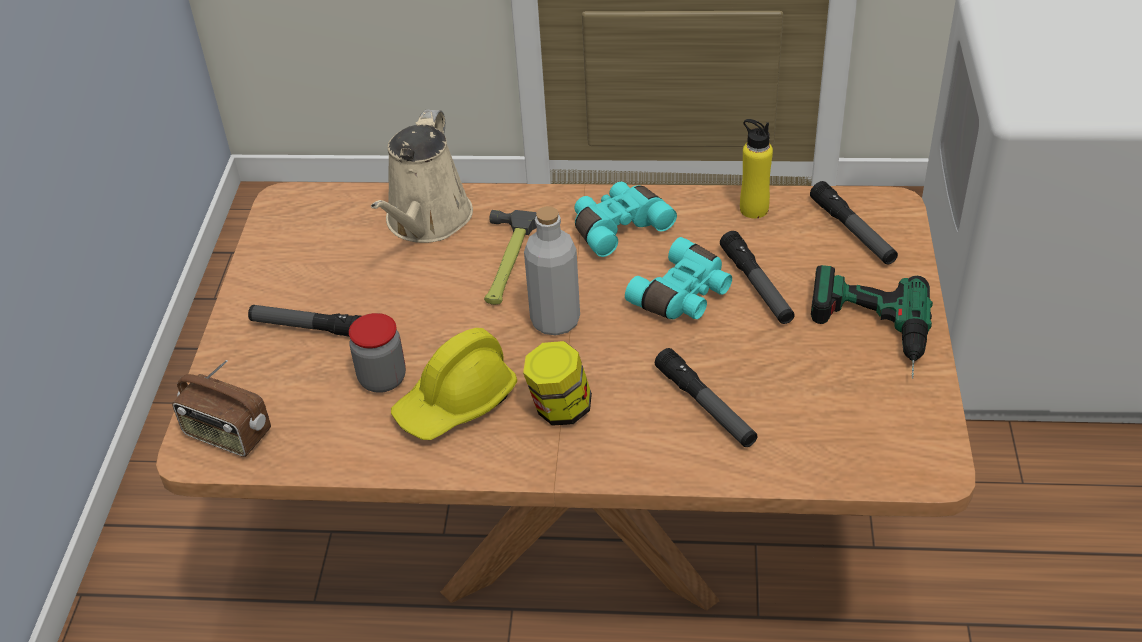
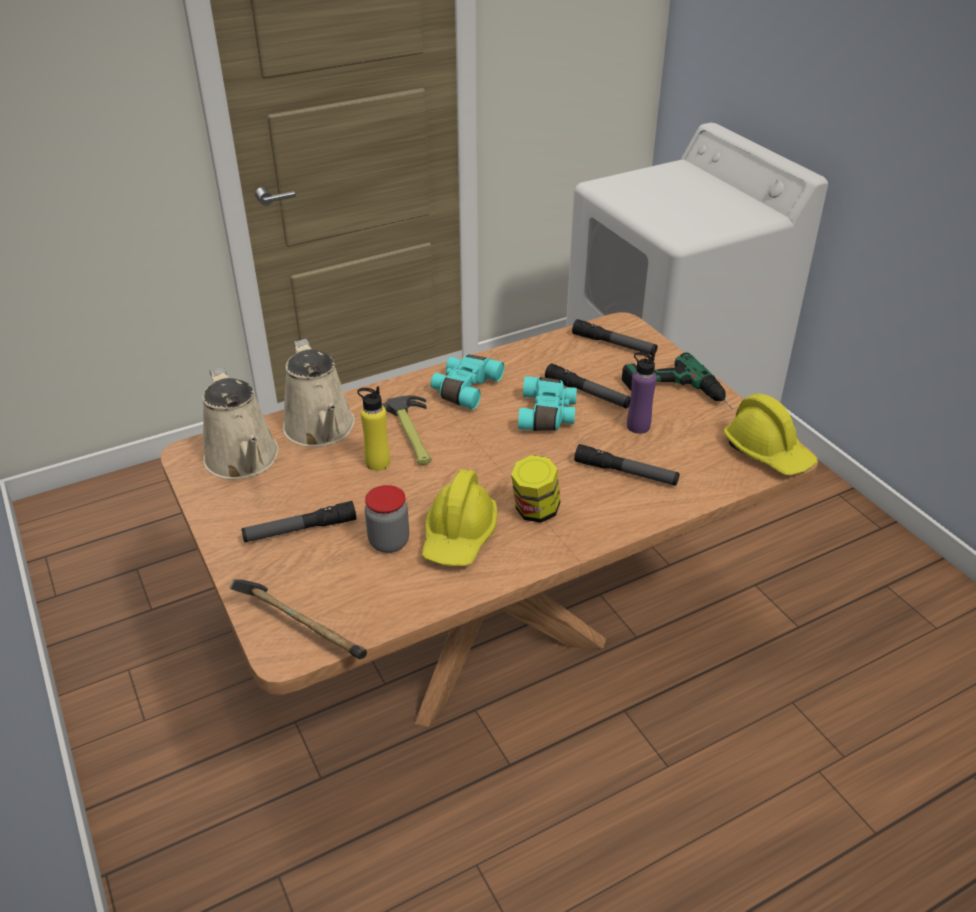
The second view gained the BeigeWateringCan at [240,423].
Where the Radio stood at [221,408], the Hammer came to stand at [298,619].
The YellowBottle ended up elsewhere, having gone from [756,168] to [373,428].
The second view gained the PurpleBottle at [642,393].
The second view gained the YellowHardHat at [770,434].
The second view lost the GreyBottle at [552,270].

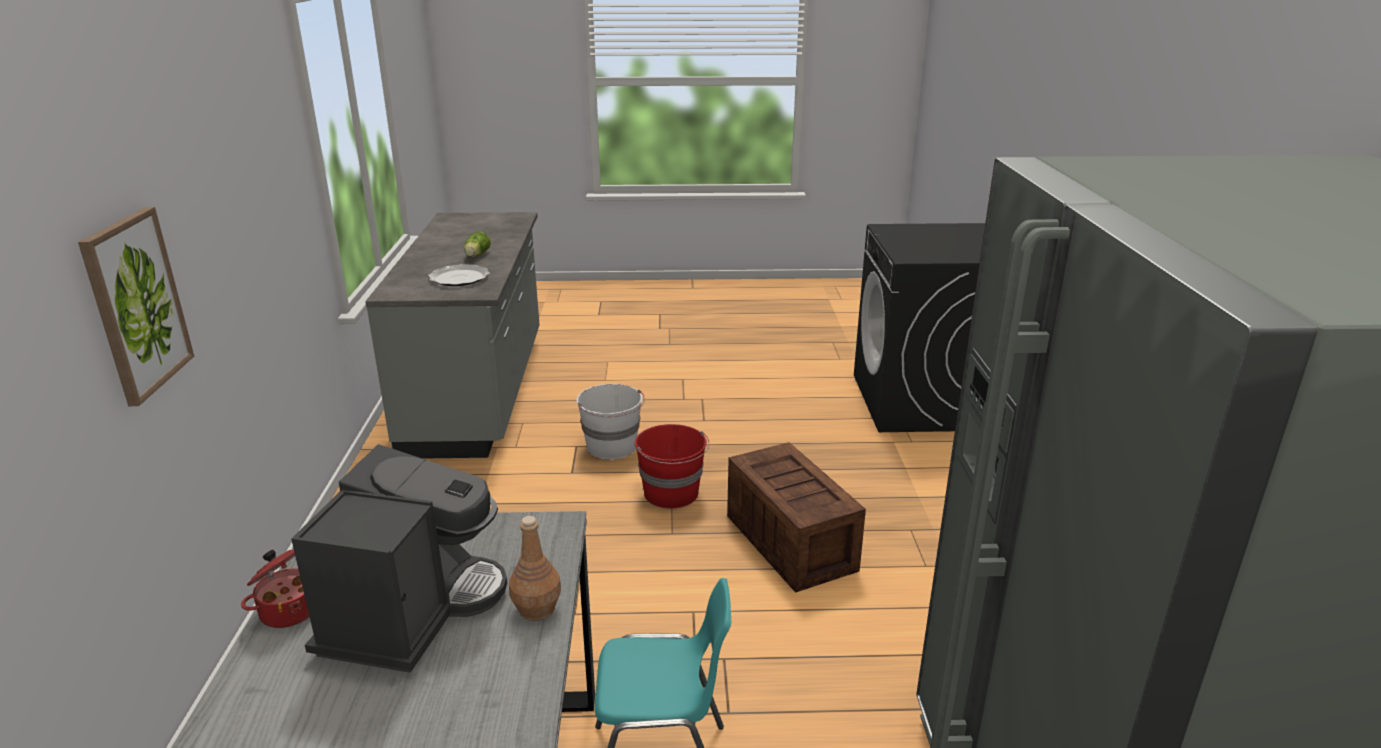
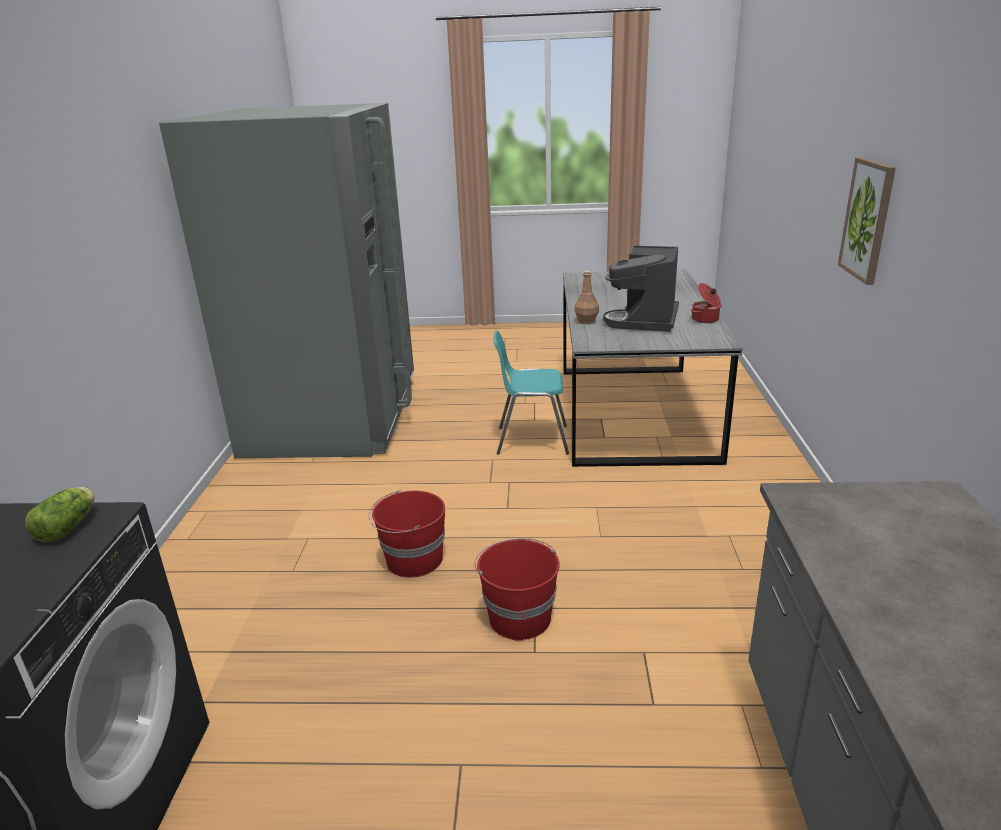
The Lettuce ended up elsewhere, having gone from [477,244] to [60,514].
Where the Crate stood at [796,517], the RedBucket came to stand at [407,534].
The second view lost the Plate at [459,275].
The second view lost the WhiteBucket at [611,422].

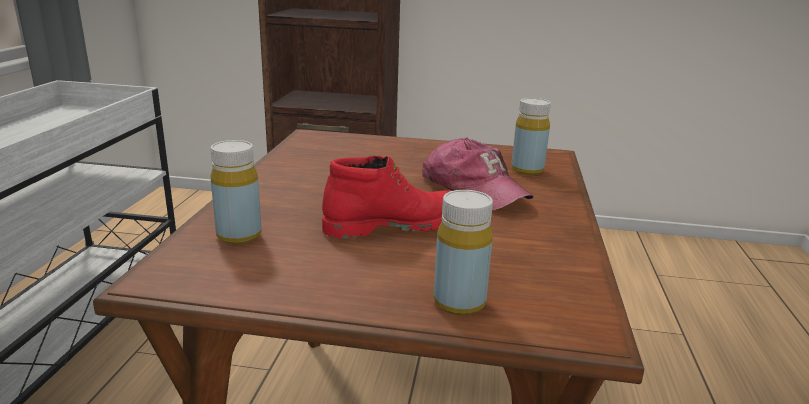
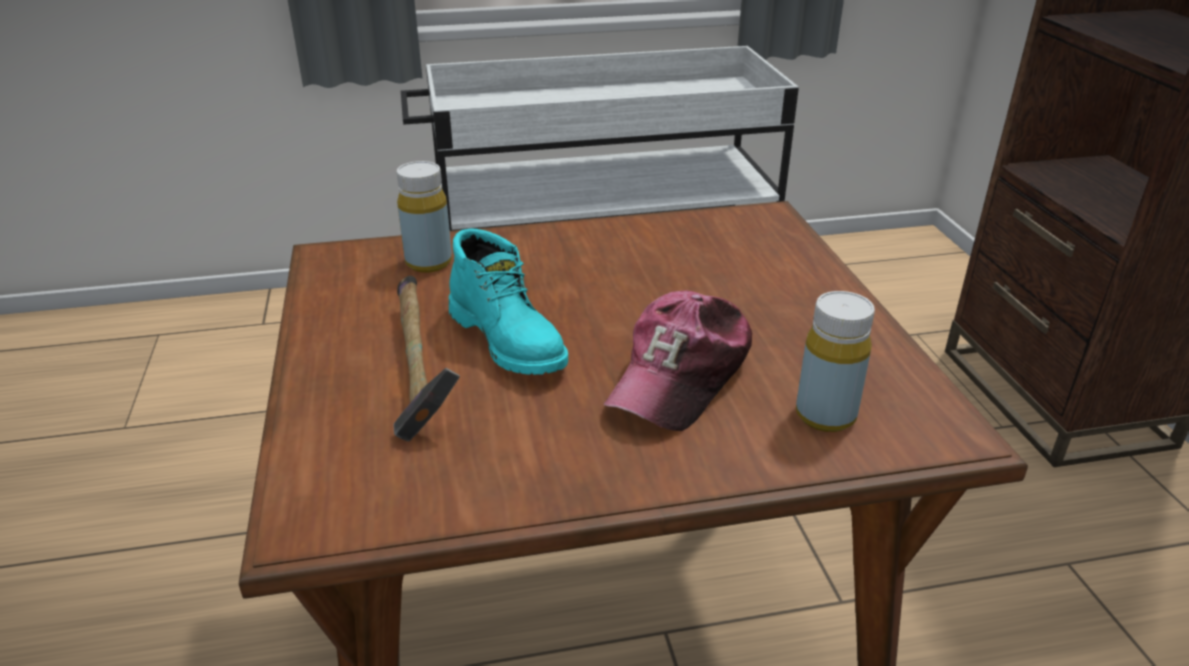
The second view gained the Hammer at [426,359].
What was the RedBoot at [386,196] turned into the TurquoiseBoot at [508,301].
The second view lost the YellowBottle at [463,252].

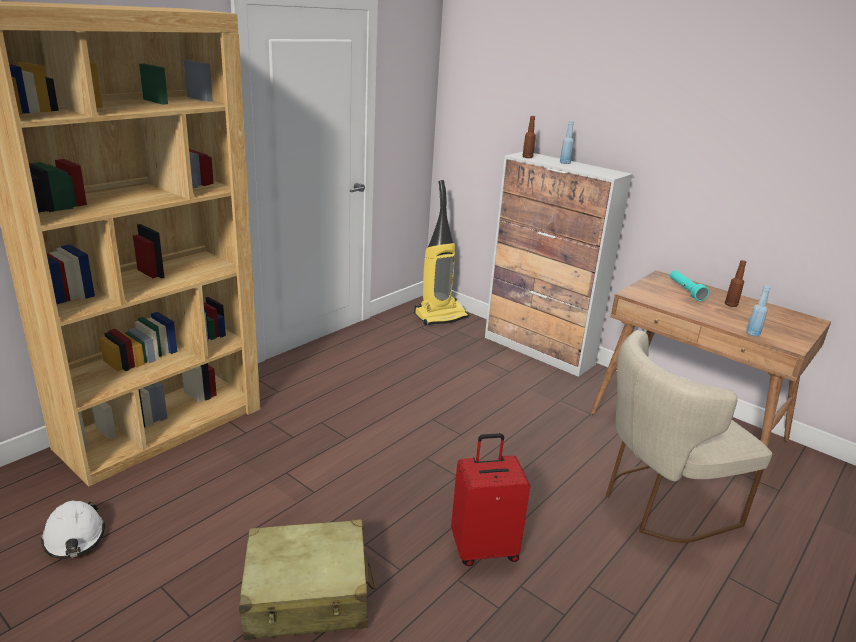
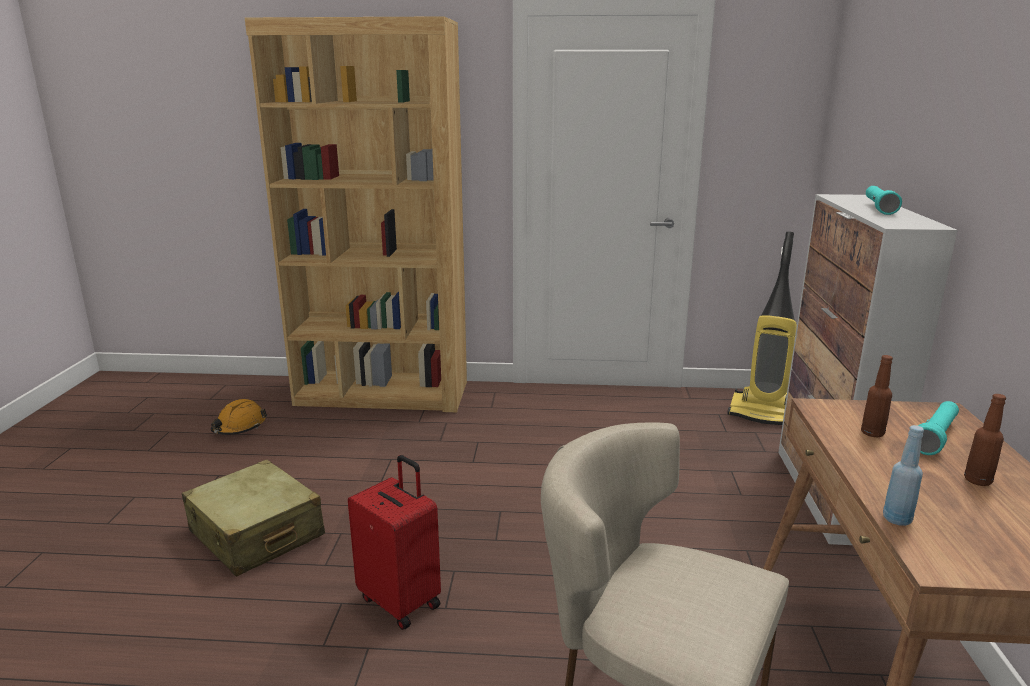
What was the WhiteHardHat at [73,530] turned into the OrangeHardHat at [239,417].
The BrownBottle ended up elsewhere, having gone from [529,137] to [877,396].
Where the BlueBottle stood at [567,142], the TurquoiseFlashlight came to stand at [884,200].

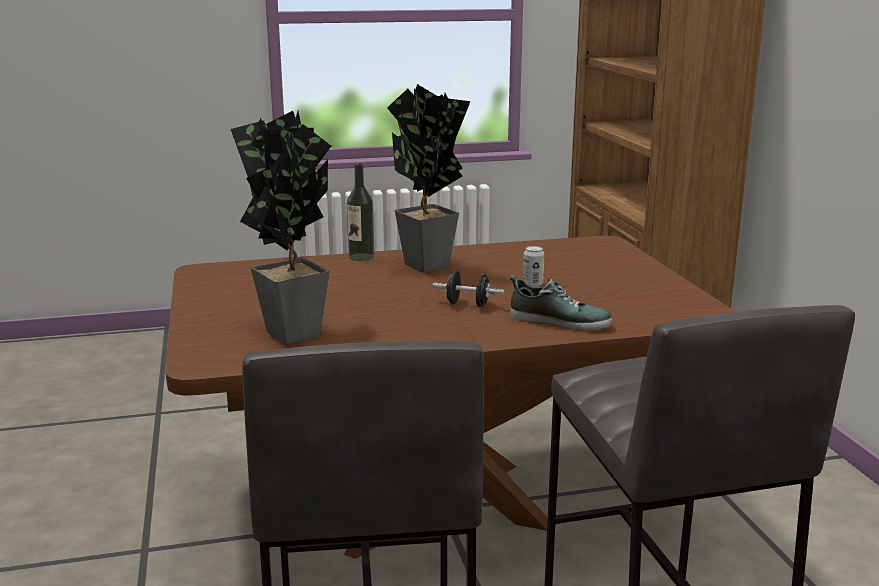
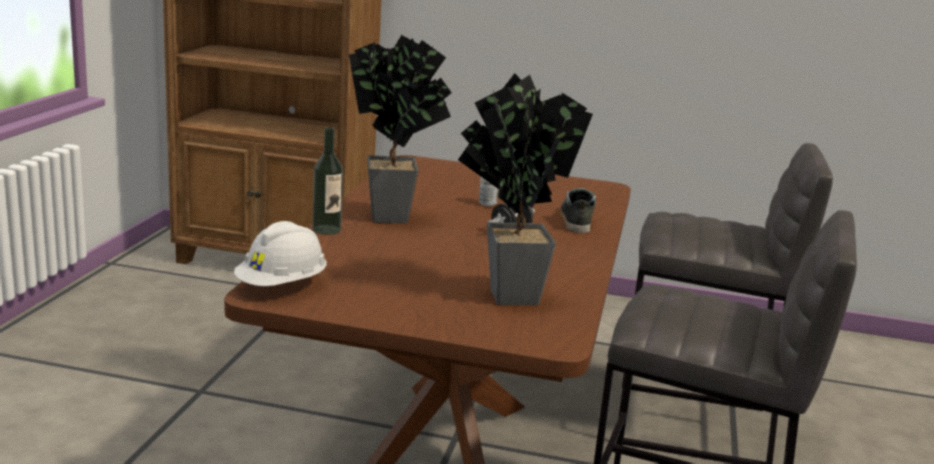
The second view gained the WhiteHardHat at [280,253].
The Shoe at [561,303] ended up facing another way, 45 degrees counterclockwise from before.

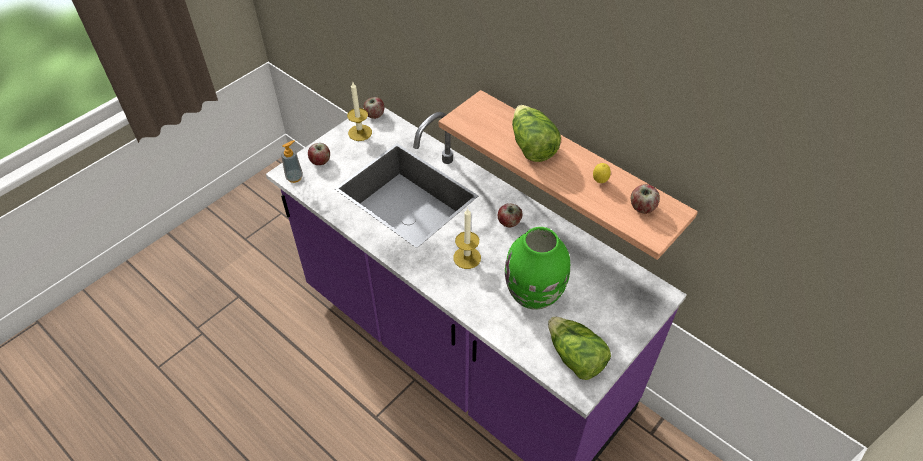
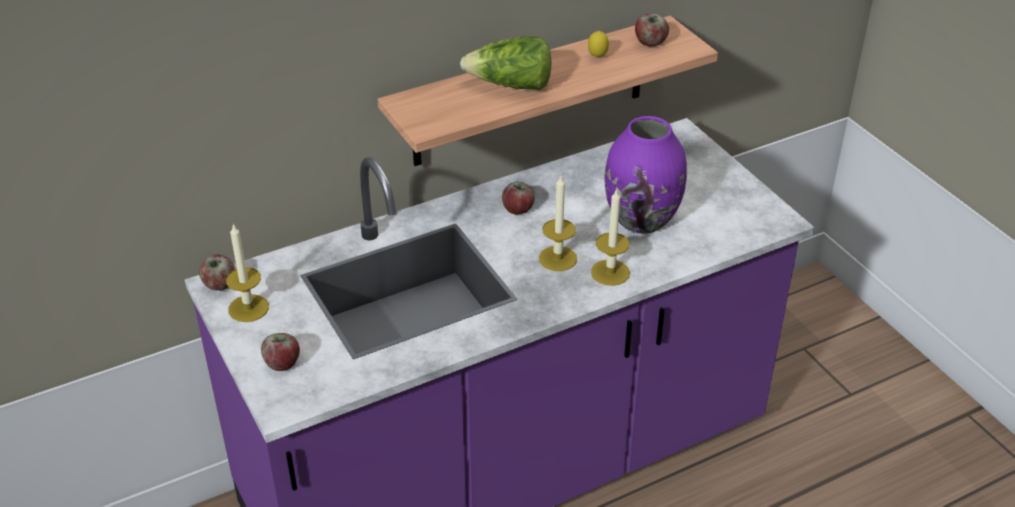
The second view gained the Candle at [610,237].
What was the GreenVase at [537,268] turned into the PurpleVase at [645,175].
The second view lost the SoapDispenser at [292,161].
The second view lost the Lettuce at [579,348].

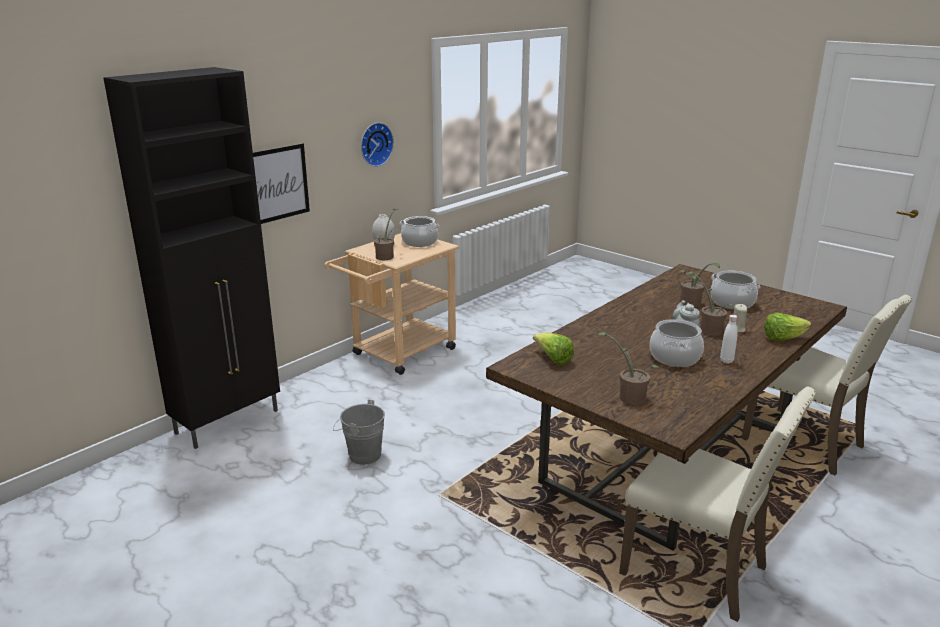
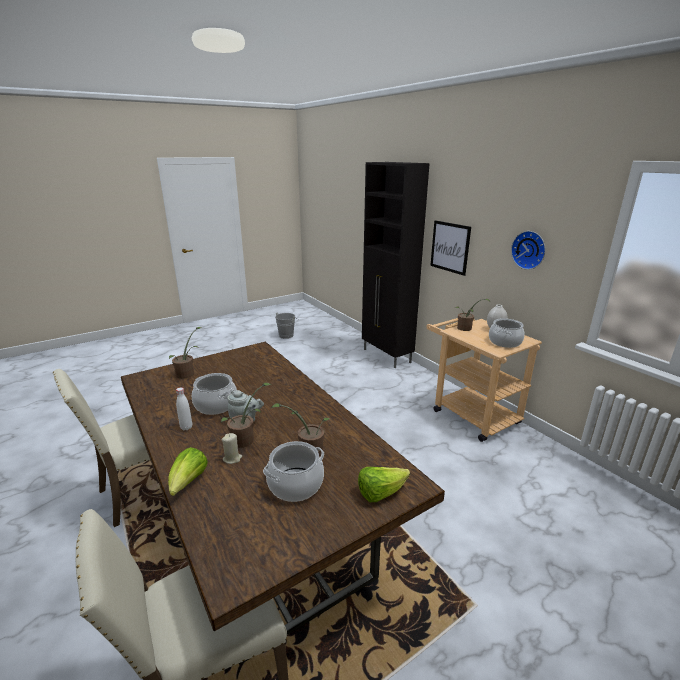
The GreyBucket ended up elsewhere, having gone from [359,432] to [285,325].
The Lettuce ended up elsewhere, having gone from [553,348] to [384,484].

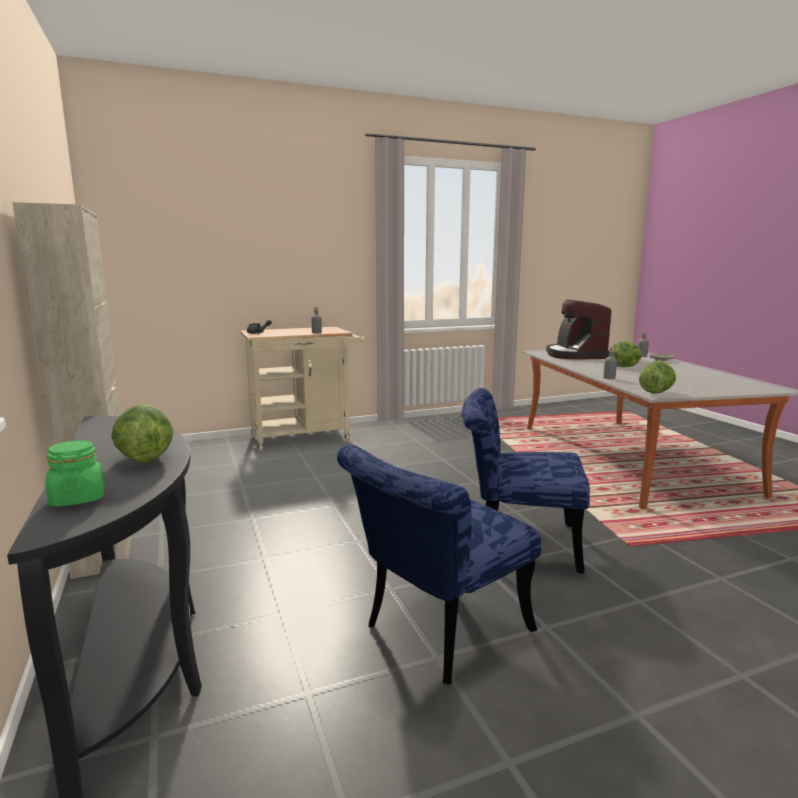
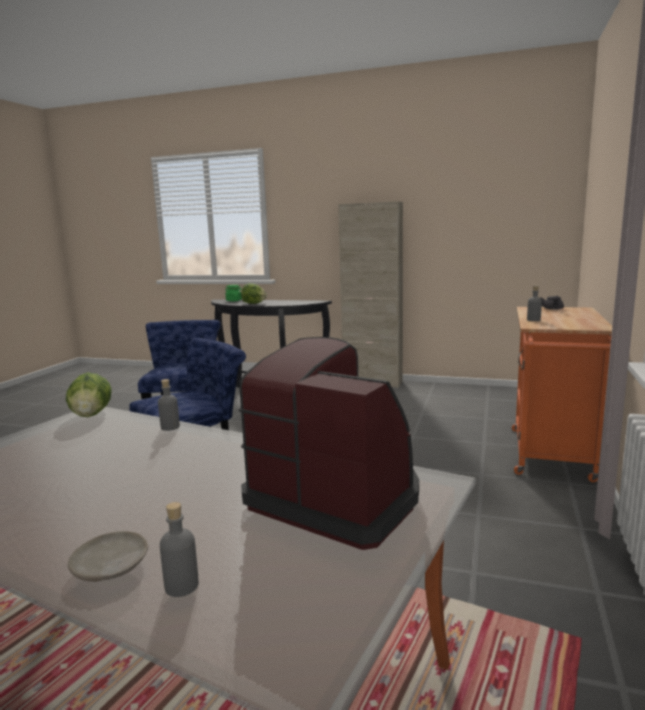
What was the BeigeCart at [303,389] turned into the OrangeCart at [562,394].
The second view lost the Lettuce at [627,354].

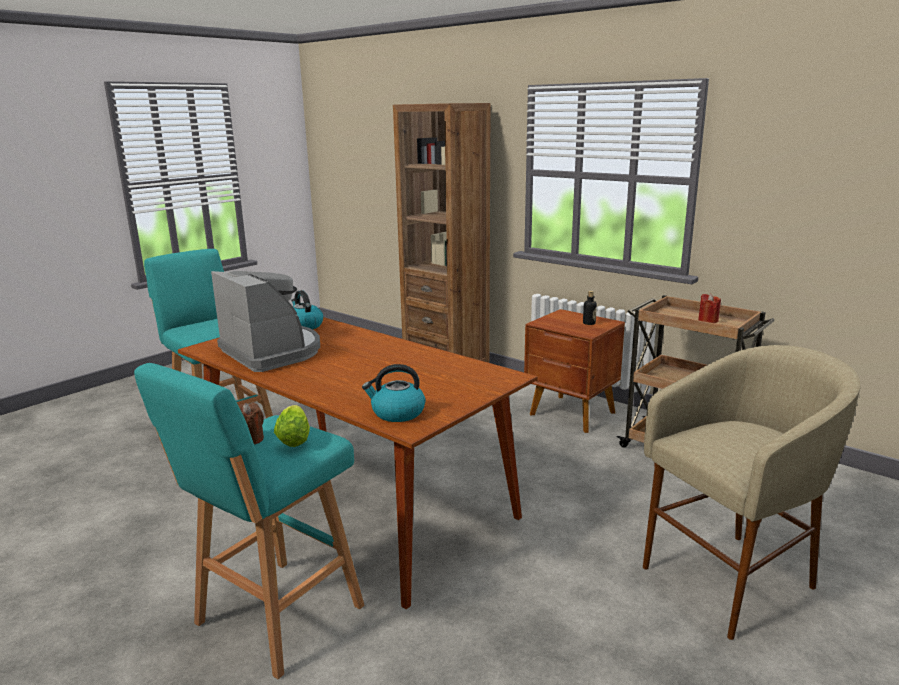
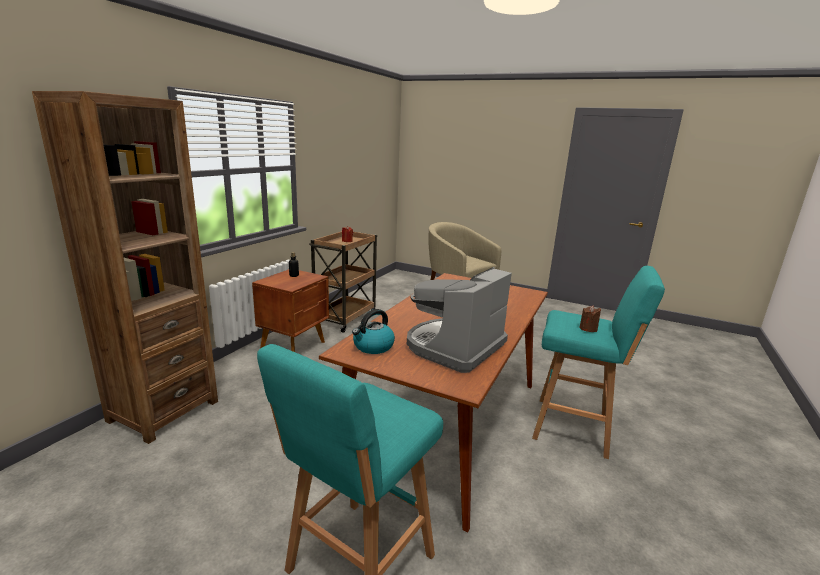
The second view lost the Lettuce at [292,426].
The second view lost the Kettle at [393,393].

